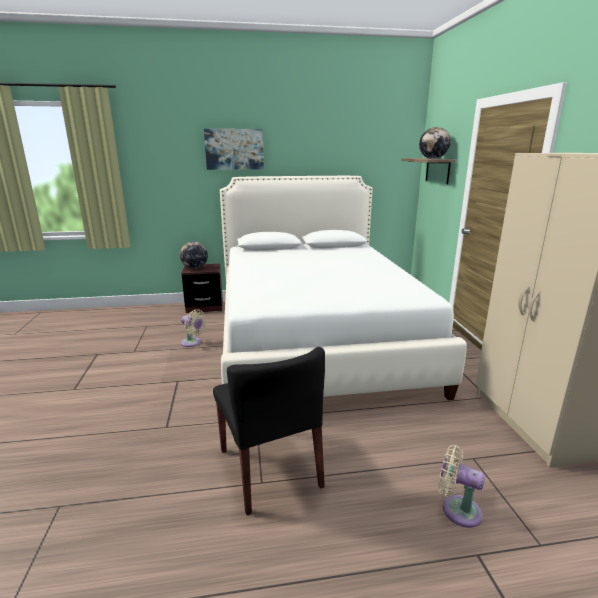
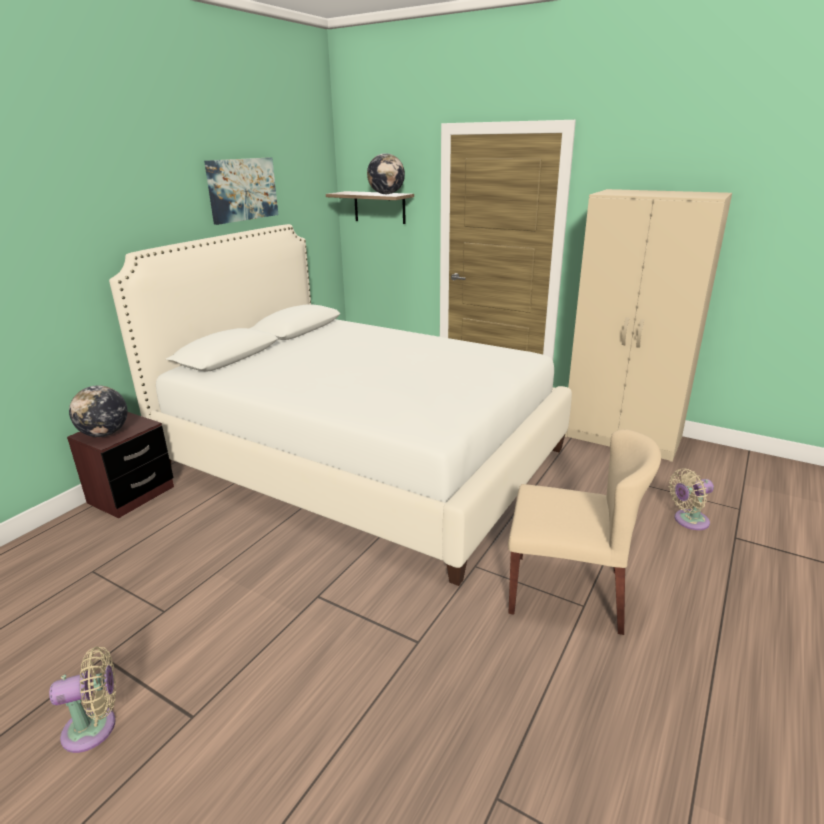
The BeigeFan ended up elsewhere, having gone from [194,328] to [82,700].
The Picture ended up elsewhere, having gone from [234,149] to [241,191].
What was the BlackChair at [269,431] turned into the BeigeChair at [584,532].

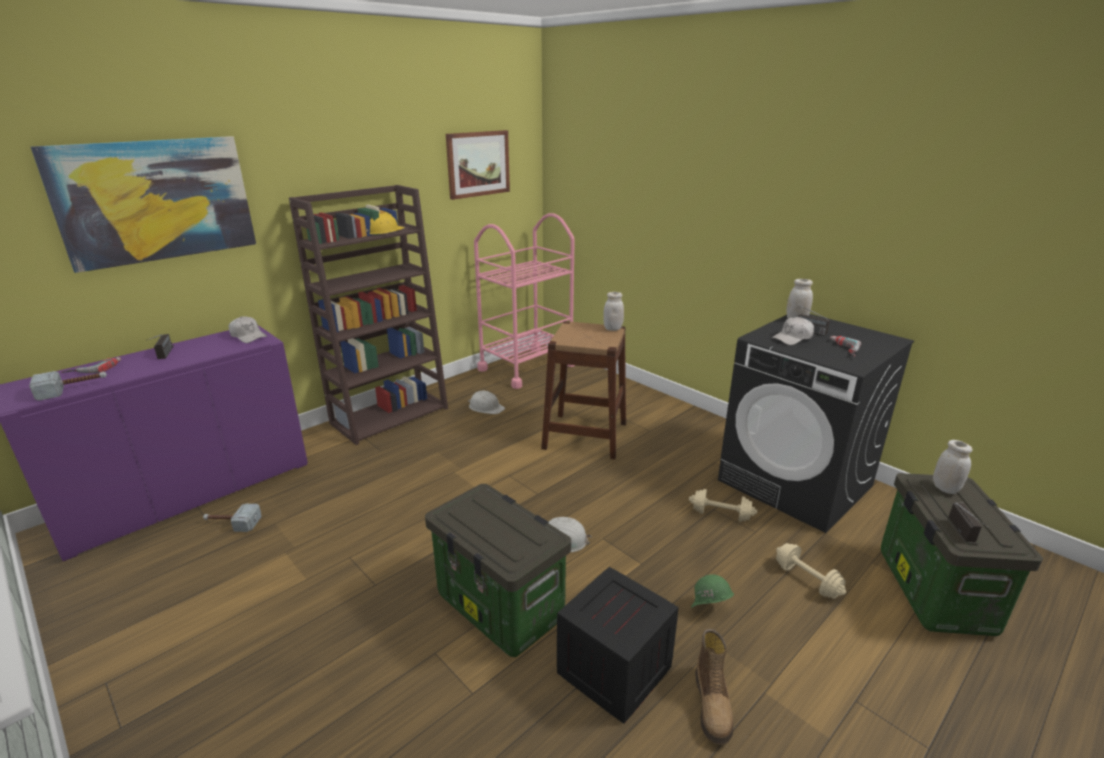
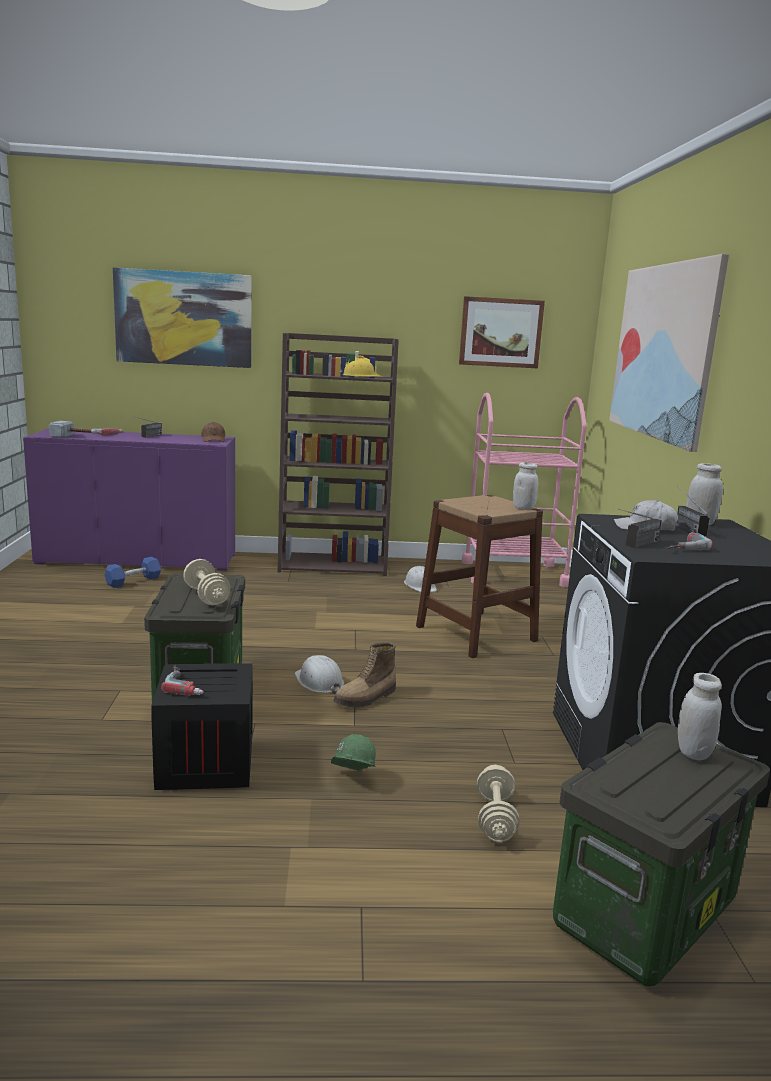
Where the Hammer stood at [232,518], the BlueDumbbell came to stand at [133,572].
The second view gained the PowerDrill at [182,681].
The BeigeDumbbell ended up elsewhere, having gone from [723,505] to [207,582].
What was the WhiteCap at [248,329] turned into the BrownCap at [213,432].
The Boot ended up elsewhere, having gone from [714,687] to [364,675].
The second view gained the Picture at [669,353].
The Radio ended up elsewhere, having gone from [969,522] to [640,528].

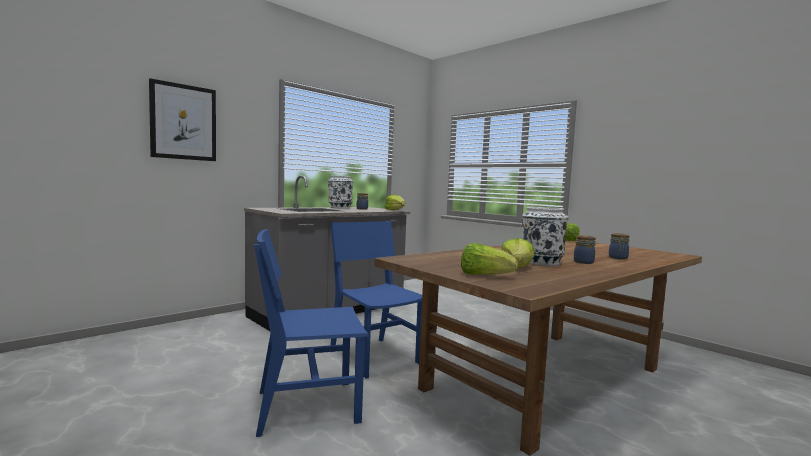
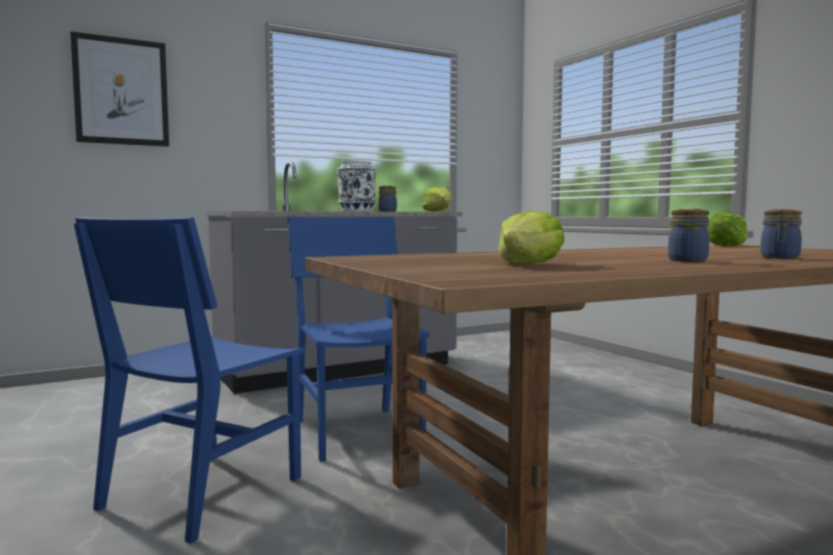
The BlueChair at [311,333] ended up facing another way, 60 degrees counterclockwise from before.
The second view lost the Lettuce at [489,259].
The second view lost the WhiteVase at [545,236].

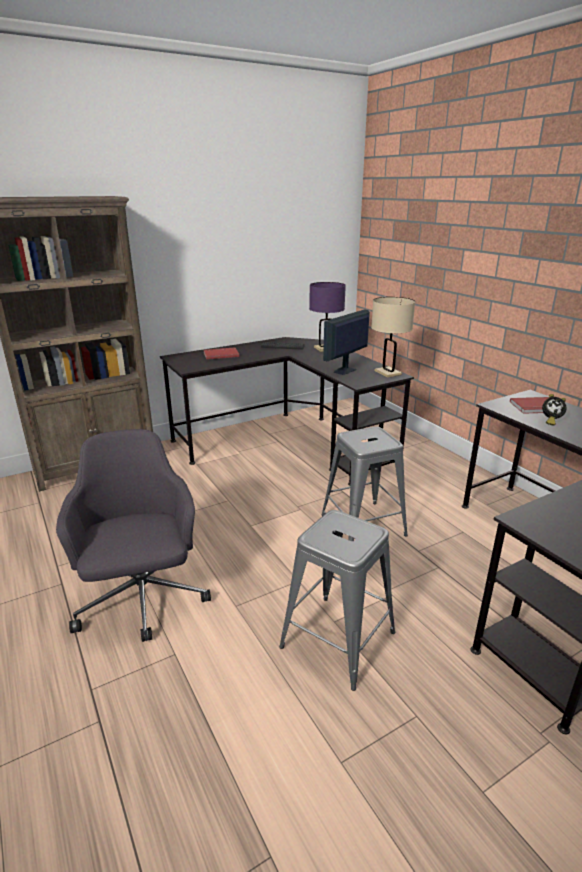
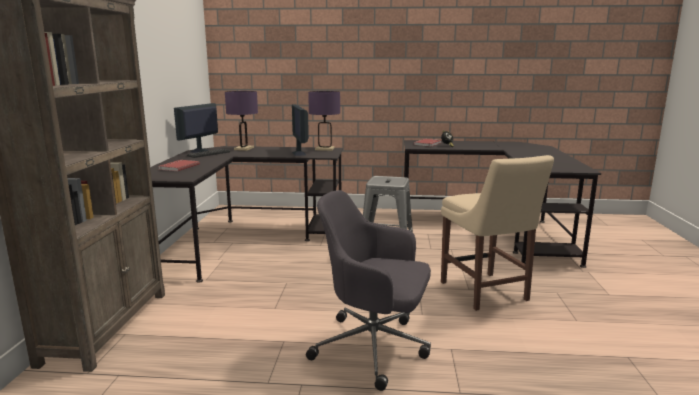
The second view gained the Monitor at [196,128].
What was the BeigeTableLamp at [393,337] turned into the PurpleTableLamp at [324,121].
Where the GreyStool stood at [337,600], the BeigeChair came to stand at [497,233].

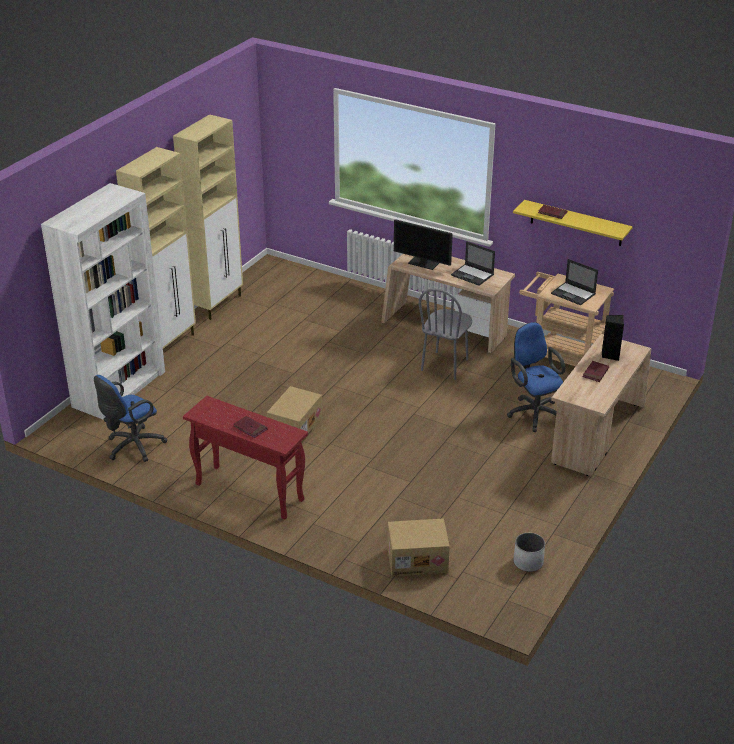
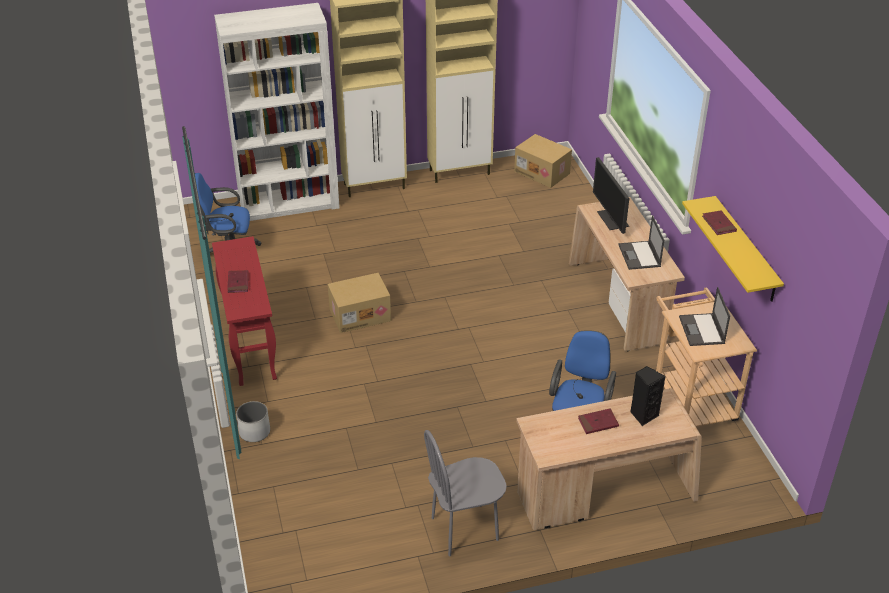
The WhitePlanter ended up elsewhere, having gone from [529,552] to [253,421].
The GreyChair ended up elsewhere, having gone from [445,334] to [465,493].
The CardboardBox ended up elsewhere, having gone from [418,547] to [543,161].

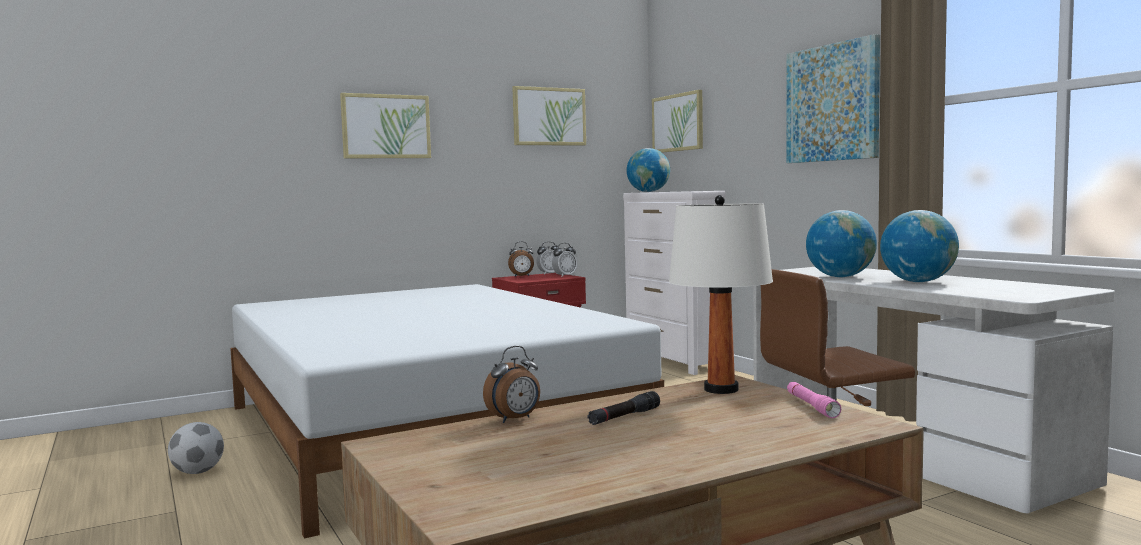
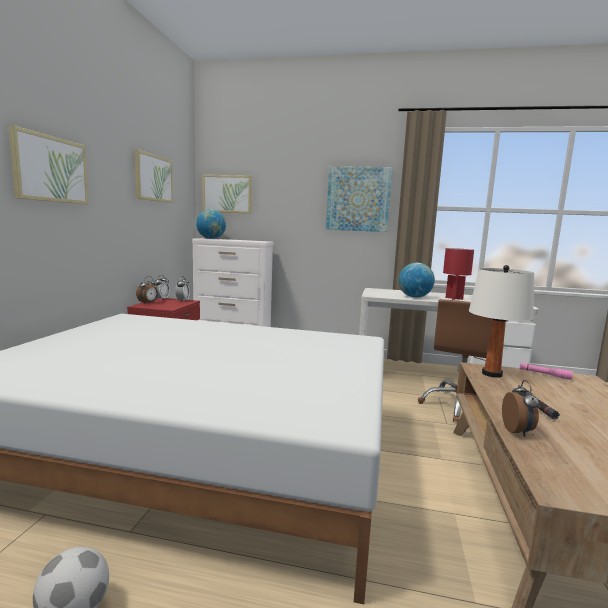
Where the Globe stood at [919,246], the RedTableLamp came to stand at [458,274].

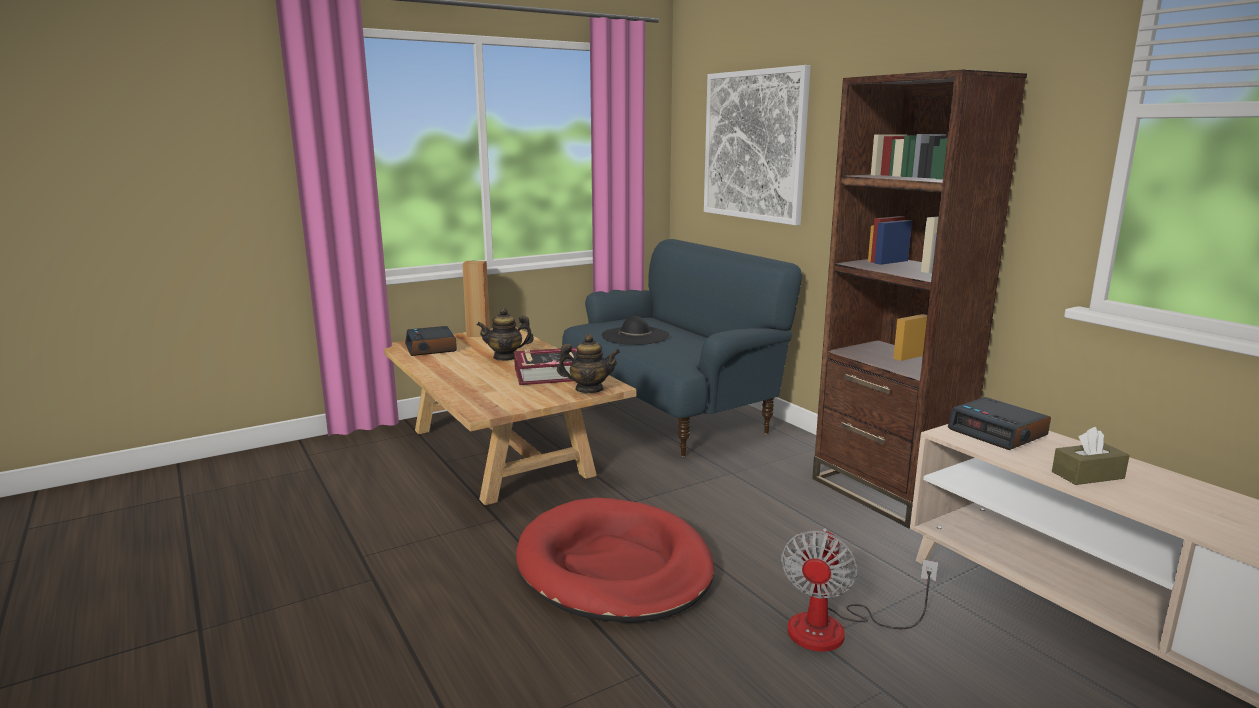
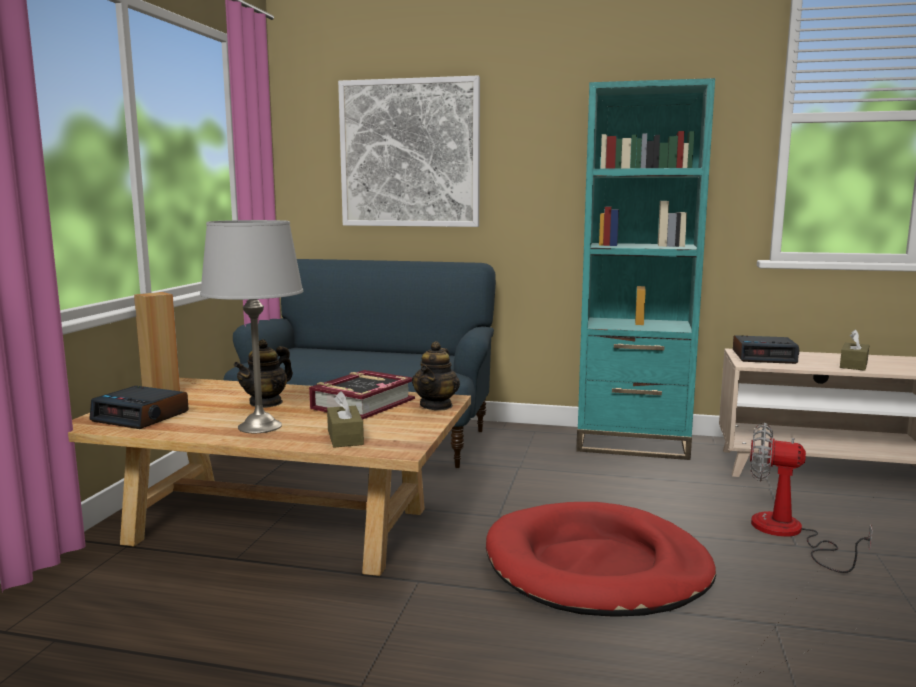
The second view gained the GreyTableLamp at [251,326].
The second view gained the BrownTissueBox at [345,419].
The Teapot at [588,363] ended up facing another way, 150 degrees clockwise from before.
What was the BrownBookcase at [919,299] turned into the TurquoiseBookcase at [645,269].
The Fan at [859,589] ended up facing another way, 135 degrees clockwise from before.
The second view lost the BlackHat at [636,330].

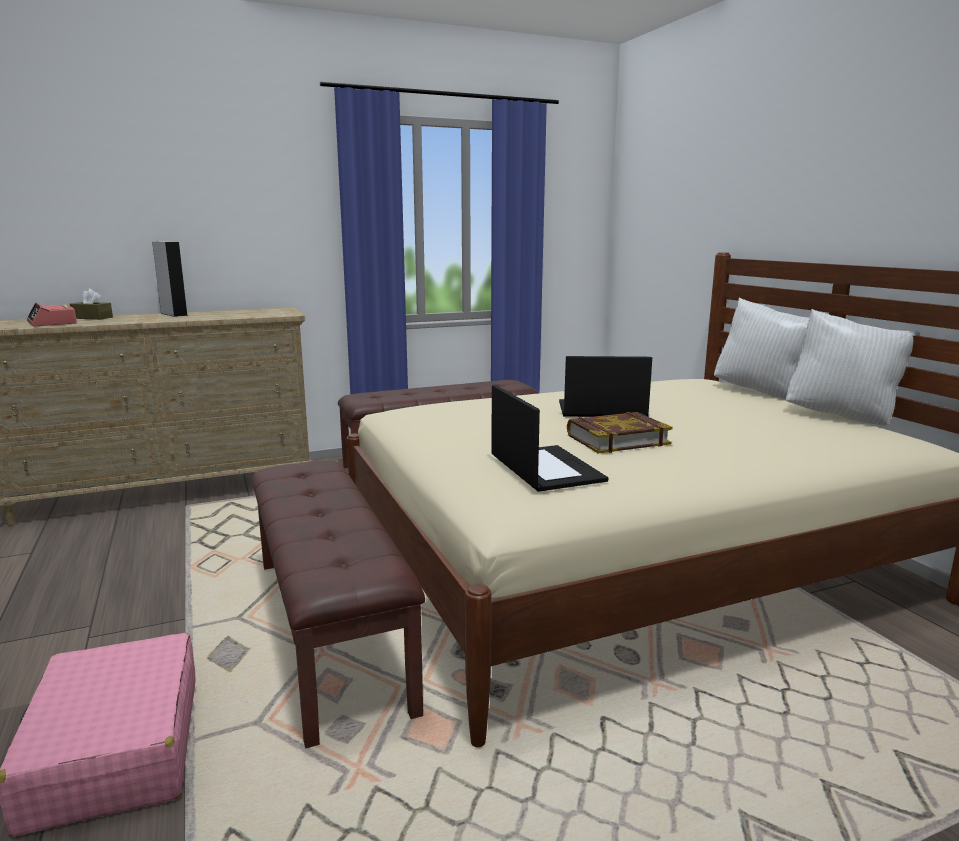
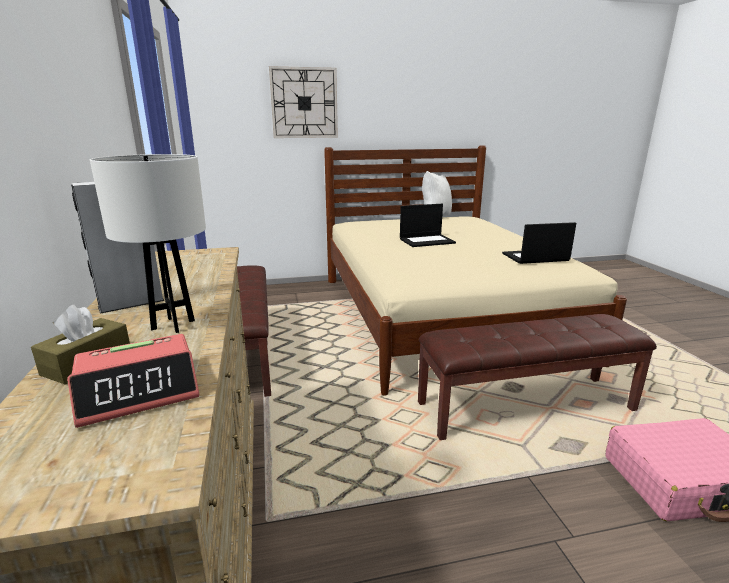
The second view gained the WhiteTableLamp at [148,243].
The second view gained the WallClock at [303,102].
The Laptop at [605,386] ended up facing another way, 120 degrees counterclockwise from before.
The second view lost the Book at [620,433].
The second view lost the WhitePillow at [762,348].

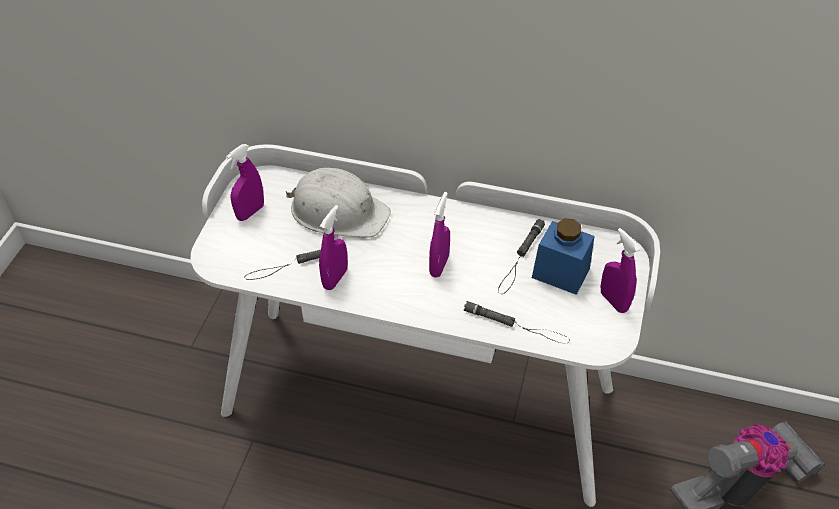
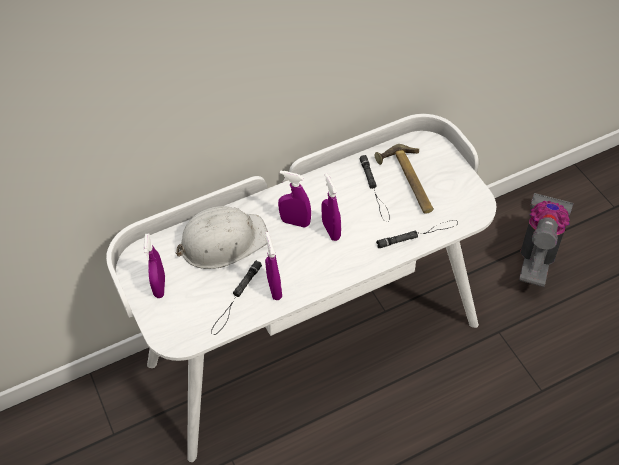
The PurpleSprayBottle ended up elsewhere, having gone from [620,270] to [294,199].
Where the BlueJar stood at [563,257], the Hammer came to stand at [404,179].

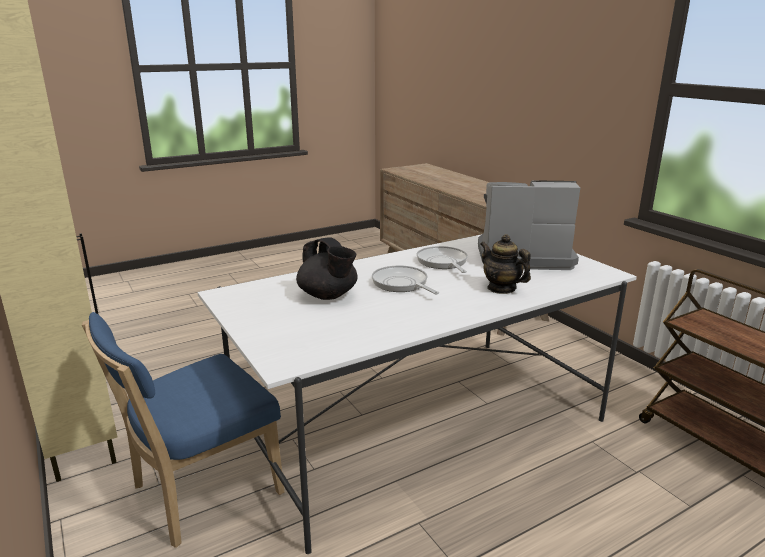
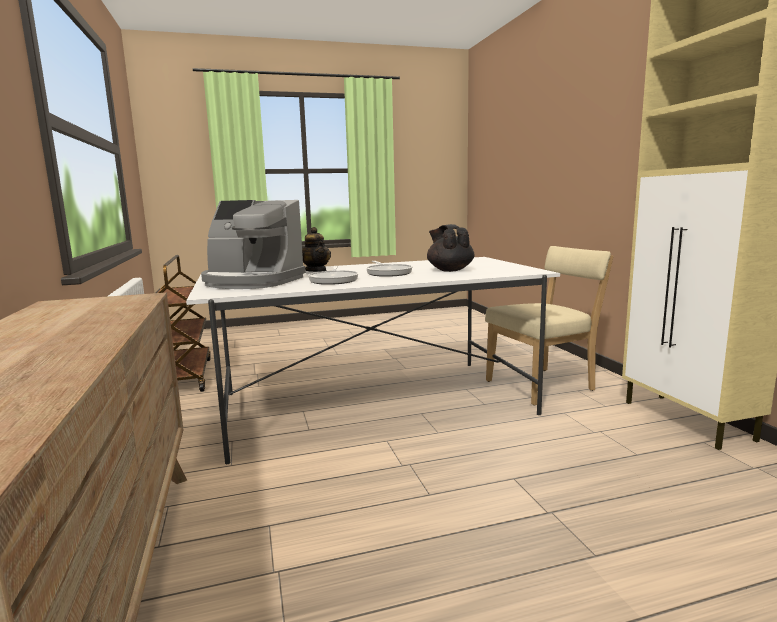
What was the BlueChair at [183,430] turned into the BeigeChair at [549,326].

